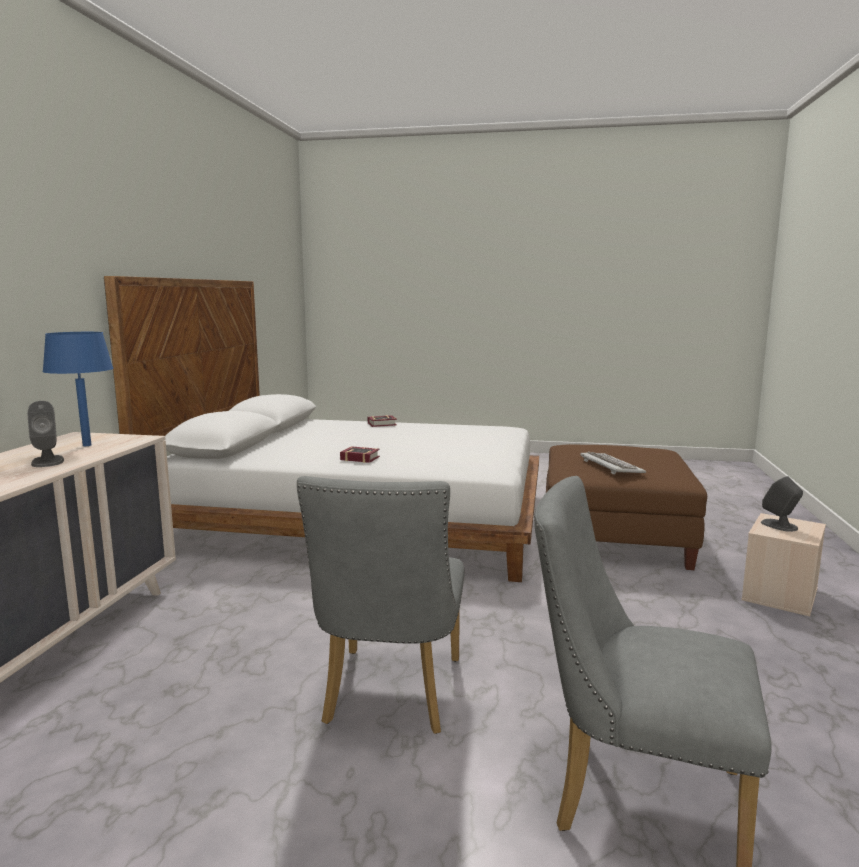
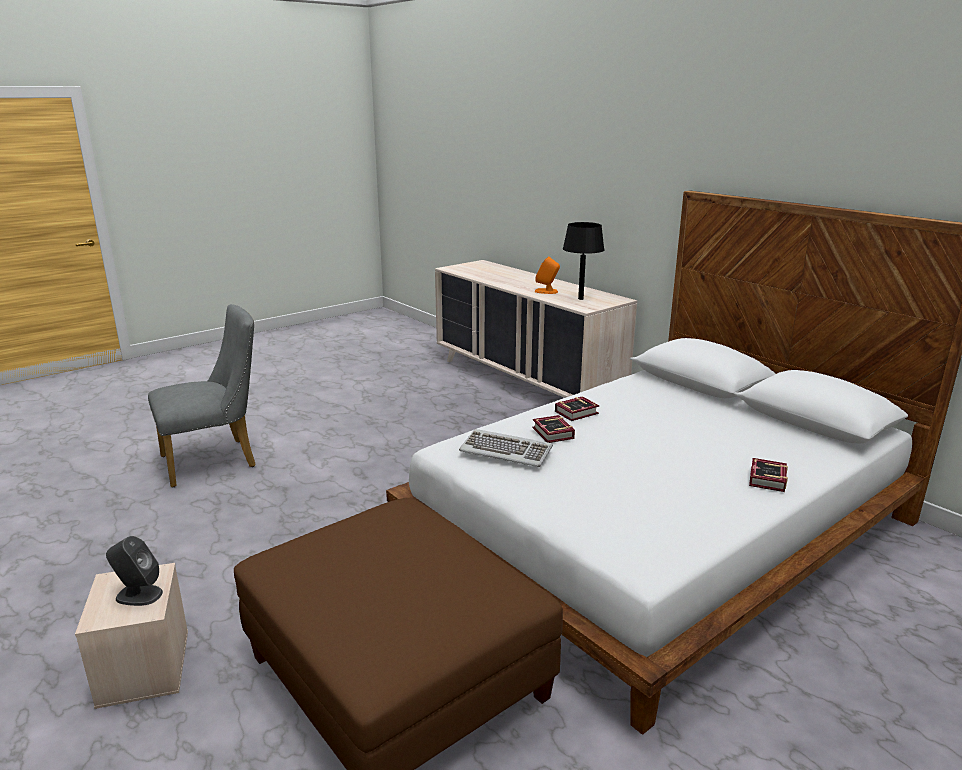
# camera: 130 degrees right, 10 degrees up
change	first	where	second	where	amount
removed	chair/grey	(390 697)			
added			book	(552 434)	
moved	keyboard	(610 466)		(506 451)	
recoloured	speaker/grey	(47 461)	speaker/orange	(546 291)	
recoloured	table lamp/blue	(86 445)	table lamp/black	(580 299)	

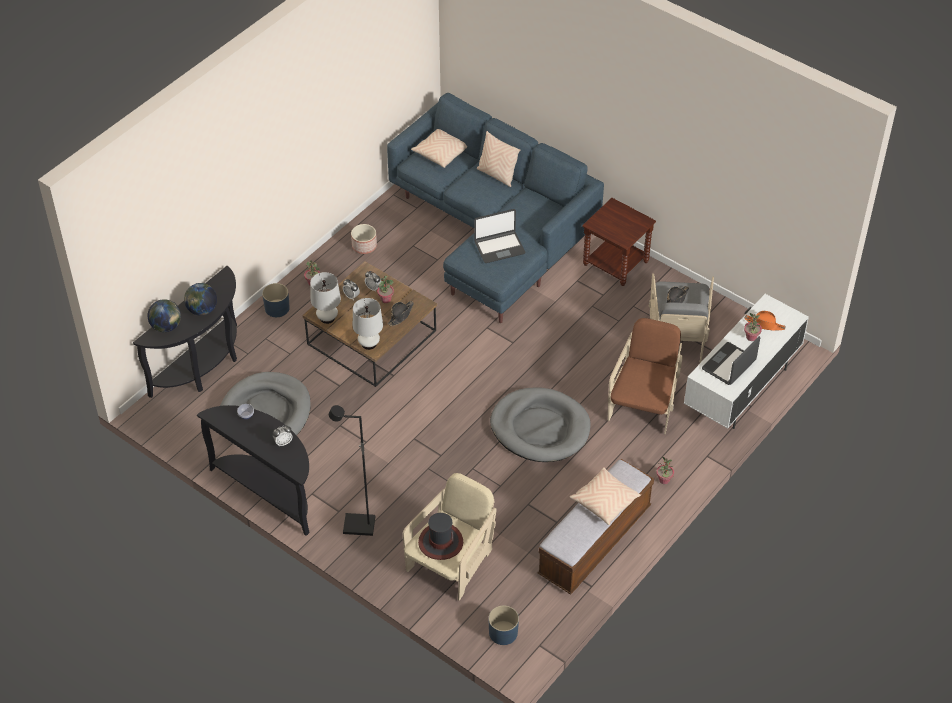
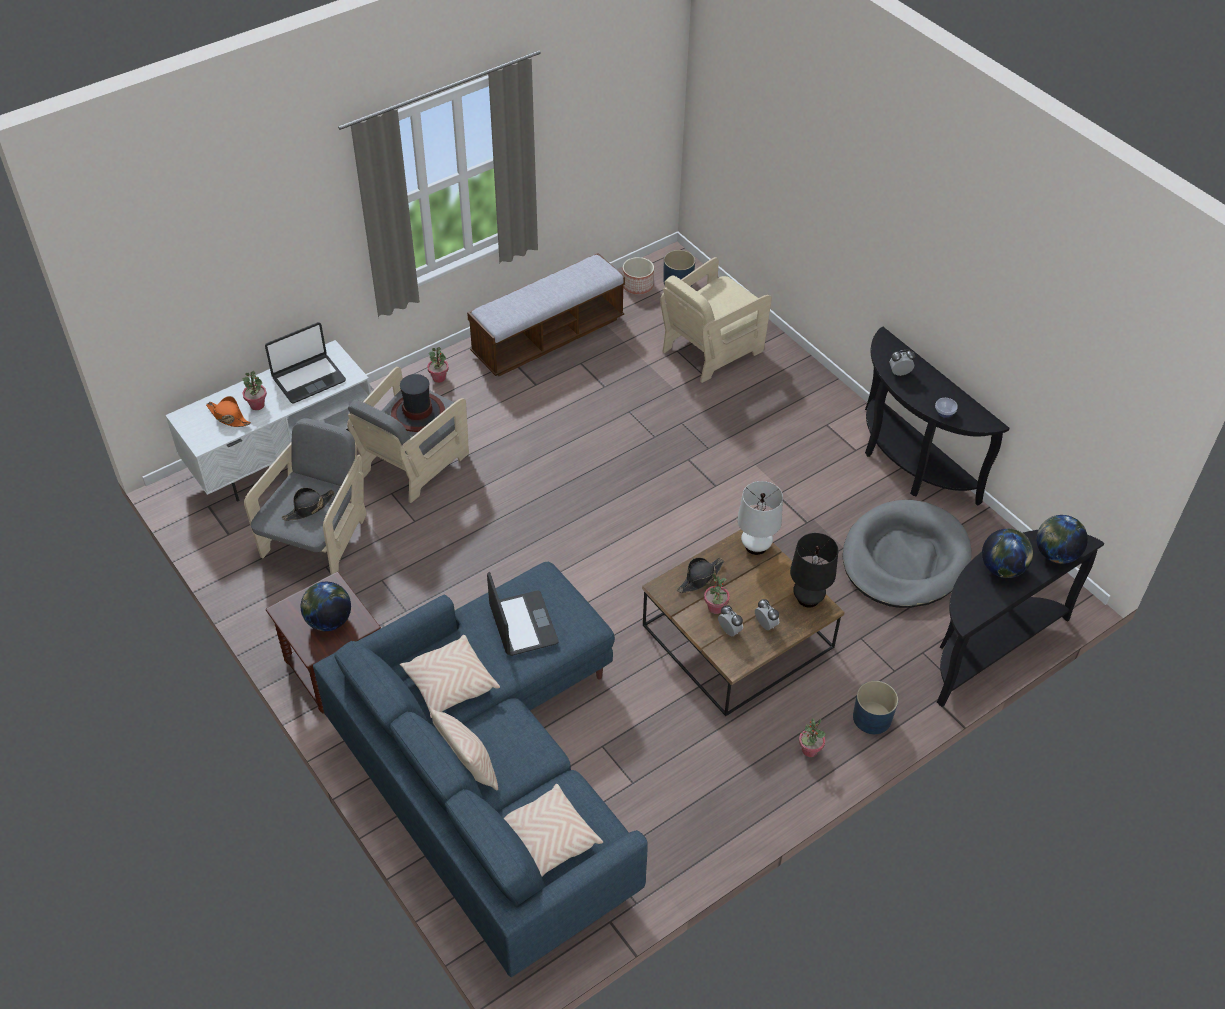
# camera: 165 degrees left, 0 degrees up
change	first	where	second	where	amount
removed	floor lamp/black	(358 526)			
removed	dog bed/grey	(540 428)			
added			globe	(329 621)	
moved	planter	(364 246)		(637 286)	
moved	hat	(440 542)		(418 414)	
moved	pillow/beige	(605 501)		(450 684)	
recoloured	table lamp/white	(327 318)	table lamp/black	(808 598)	
recoloured	armchair/brown	(643 404)	armchair/grey	(413 463)	
turned	laptop	(499 247)		(522 624)	75 degrees clockwise

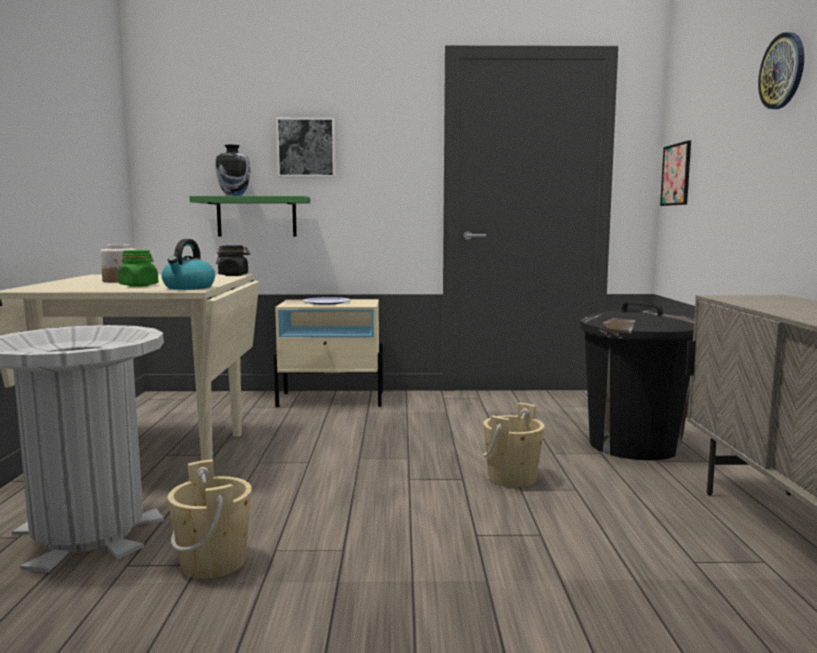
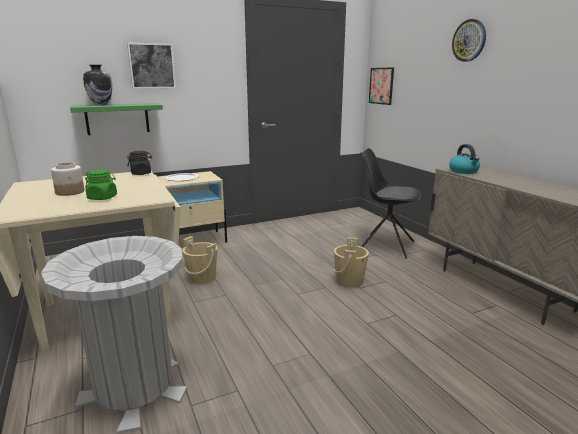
# camera: 25 degrees left, 10 degrees up
change	first	where	second	where	amount
moved	kettle	(188 287)		(464 171)	
moved	bucket/beige	(213 562)		(202 277)	
replaced	trash can/black	(634 444)	chair/black	(385 245)	

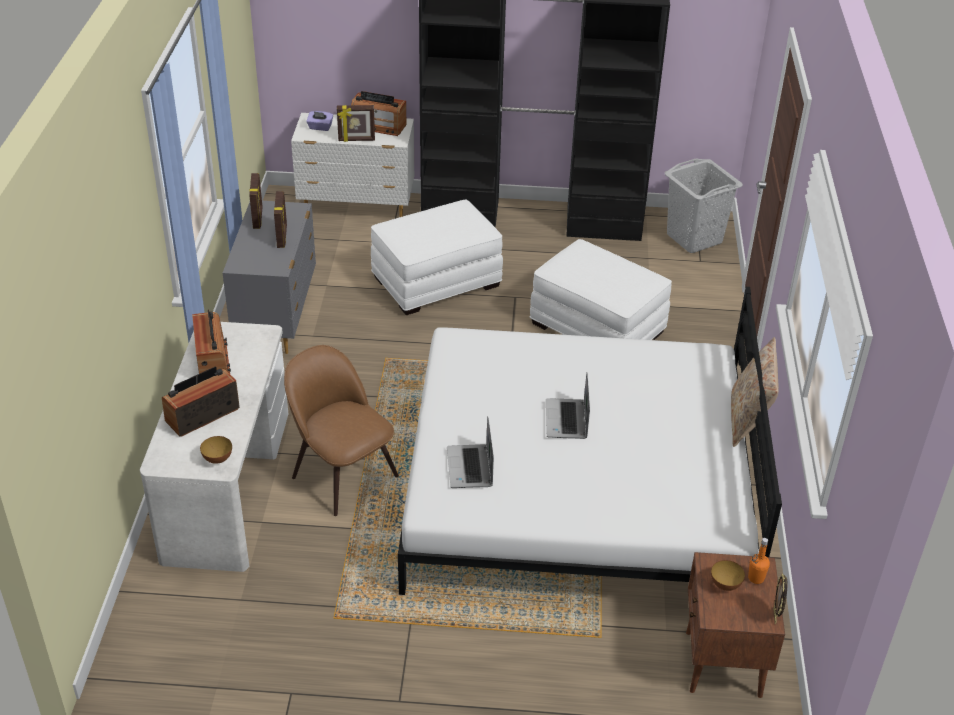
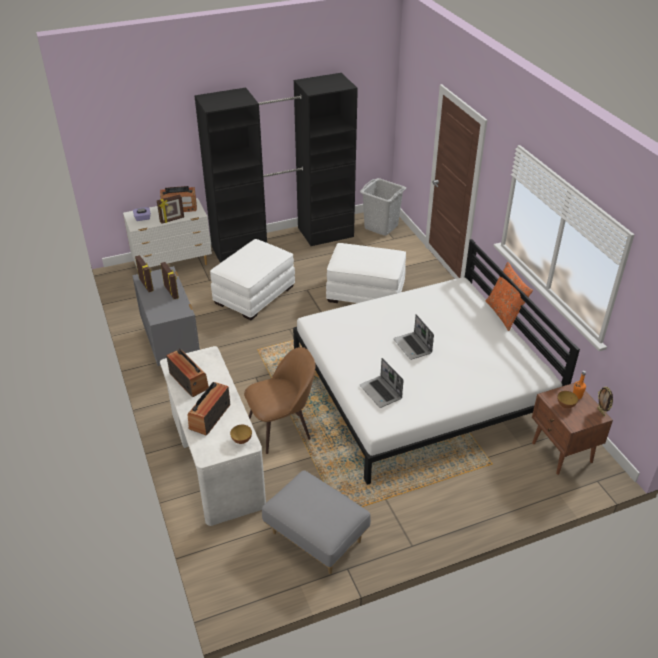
# camera: 25 degrees left, 0 degrees up
change	first	where	second	where	amount
added			ottoman/grey	(315 538)	
recoloured	pillow/beige	(748 420)	pillow/orange	(504 314)	
turned	chair/brown	(342 474)		(282 427)	135 degrees clockwise

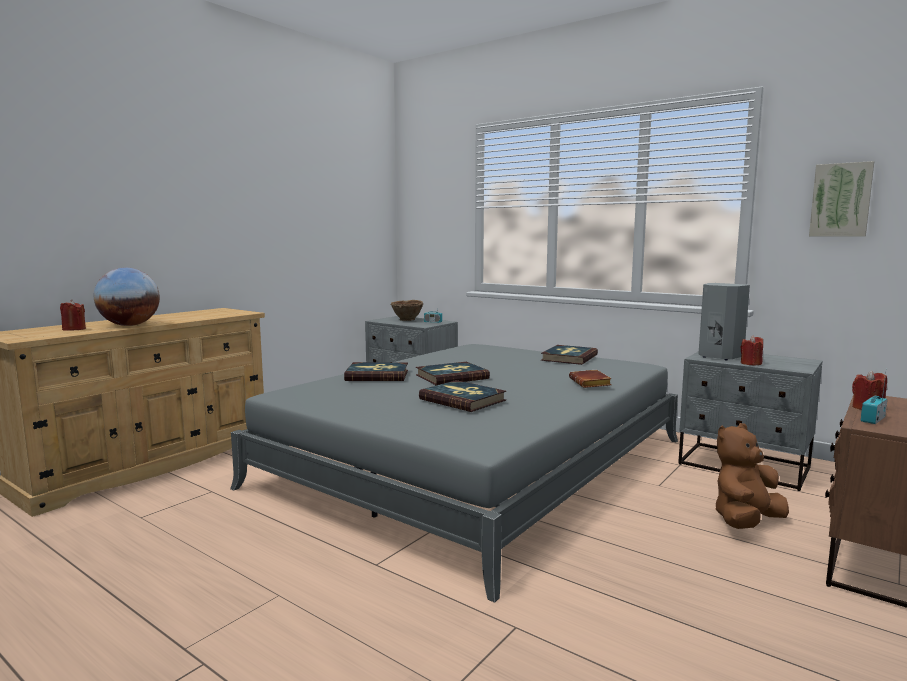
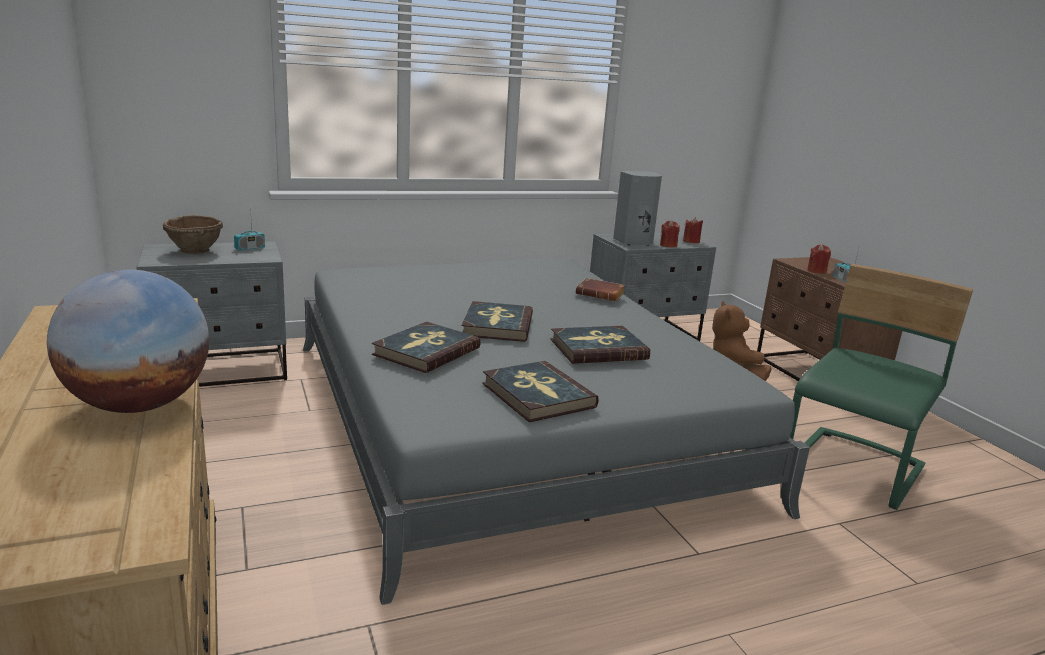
# camera: 60 degrees left, 10 degrees up
change	first	where	second	where	amount
removed	picture	(841 200)			
added			chair/green	(854 470)	
moved	candle/red	(74 329)		(691 241)	
moved	book	(569 357)		(537 395)	

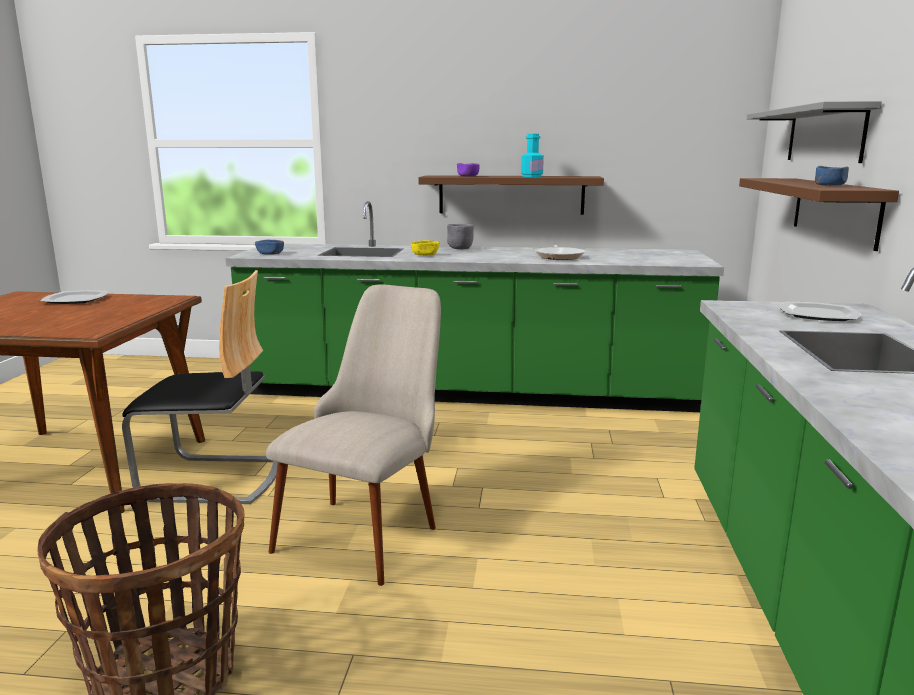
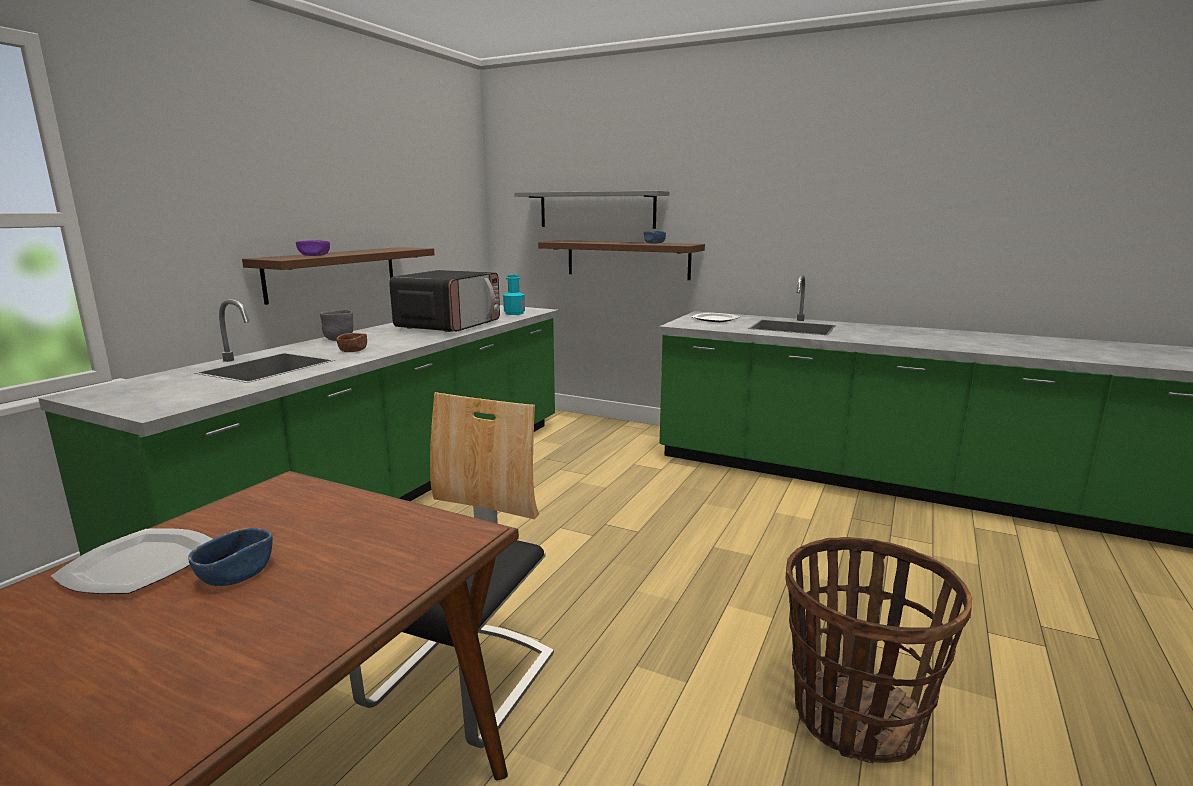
# camera: 70 degrees left, 0 degrees up
change	first	where	second	where	amount
removed	chair/beige	(369 526)			
moved	bowl/blue	(270 254)		(236 575)	
moved	bottle/turquoise	(532 176)		(514 313)	
replaced	frying pan	(559 256)	microwave	(449 325)	
recoloured	bowl/yellow	(425 255)	bowl/brown	(353 351)	

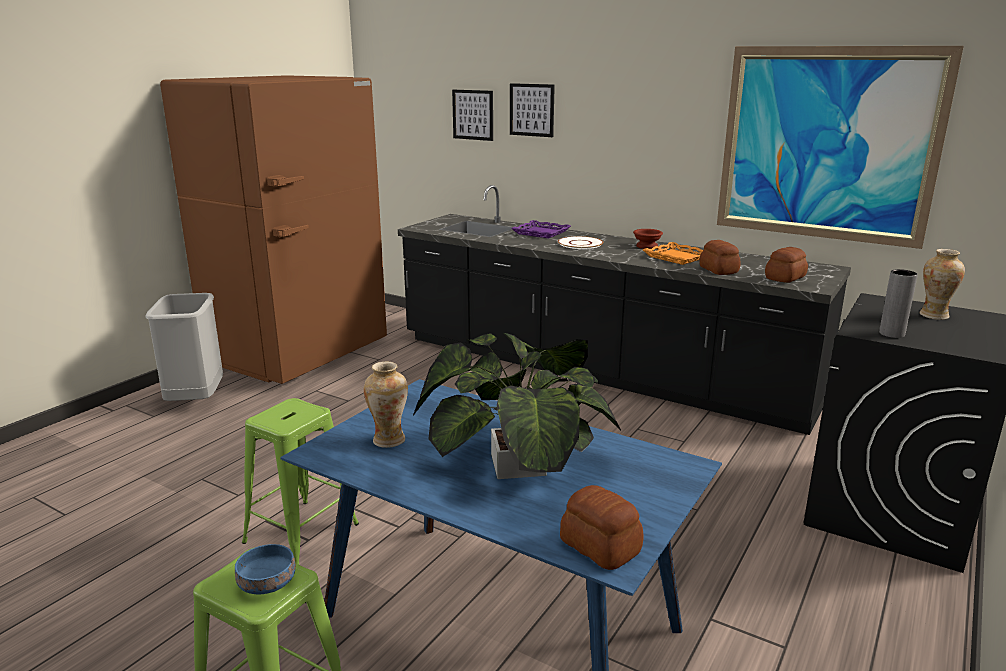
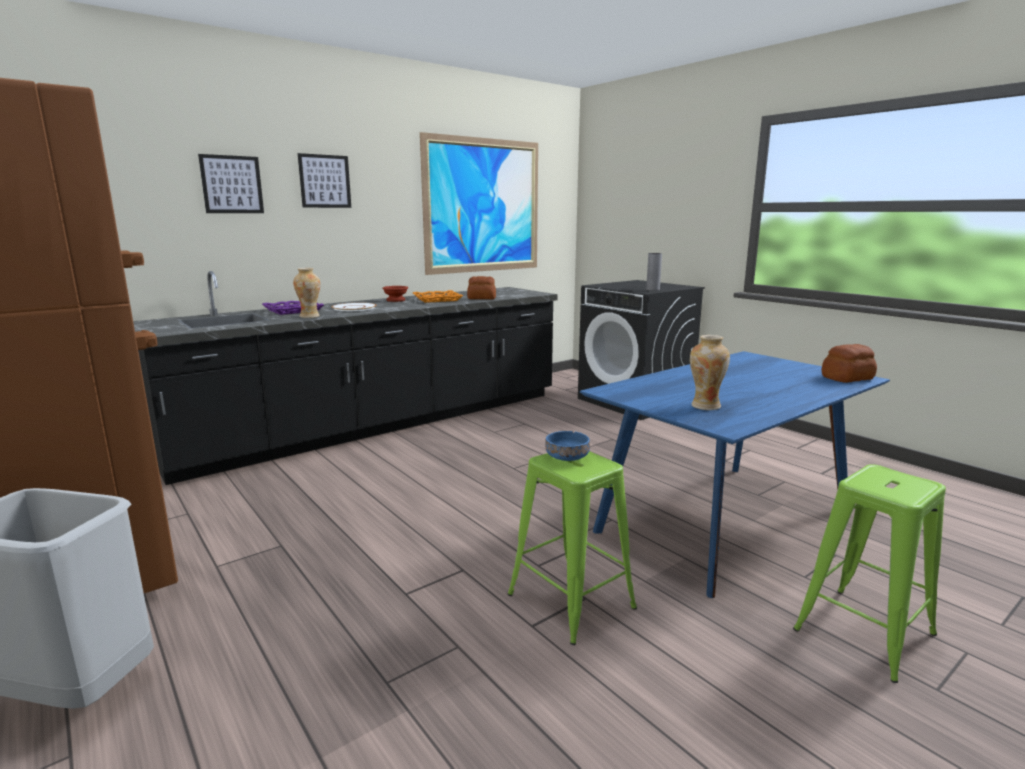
# camera: 70 degrees left, 5 degrees down
change	first	where	second	where	amount
removed	potted plant	(518 464)			
removed	bread	(784 278)			
moved	bowl/blue	(266 582)		(566 457)	
moved	picture	(473 115)		(325 181)	
moved	vase	(934 315)		(309 316)	

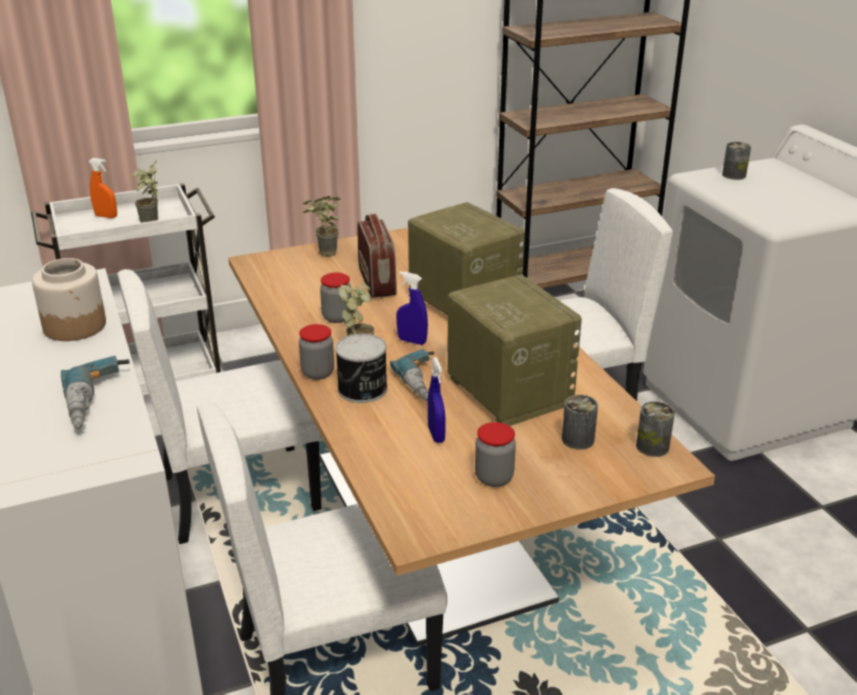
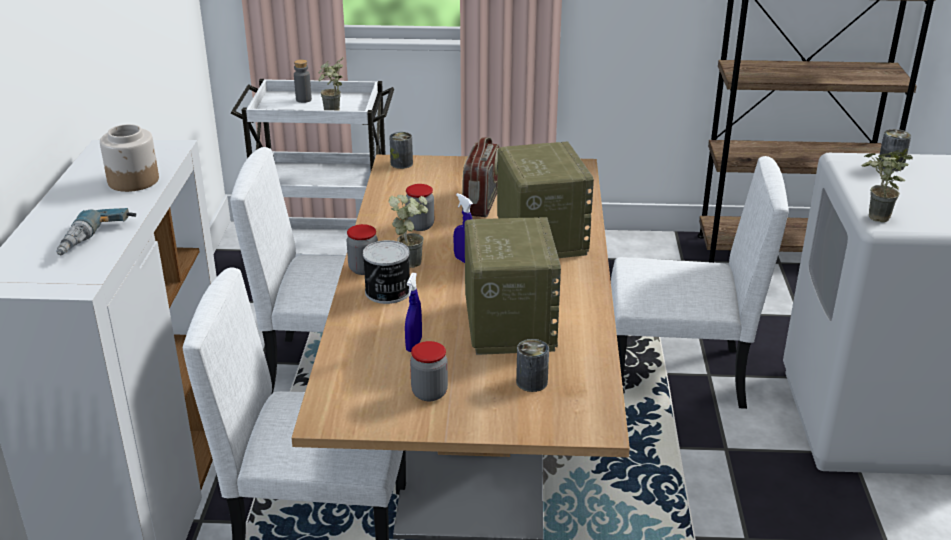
# camera: 25 degrees right, 0 degrees up
change	first	where	second	where	amount
removed	power drill	(425 383)			
moved	potted plant	(323 255)		(873 219)	
moved	can	(652 446)		(401 163)	
replaced	spray bottle/orange	(106 216)	bottle/grey	(303 100)	

